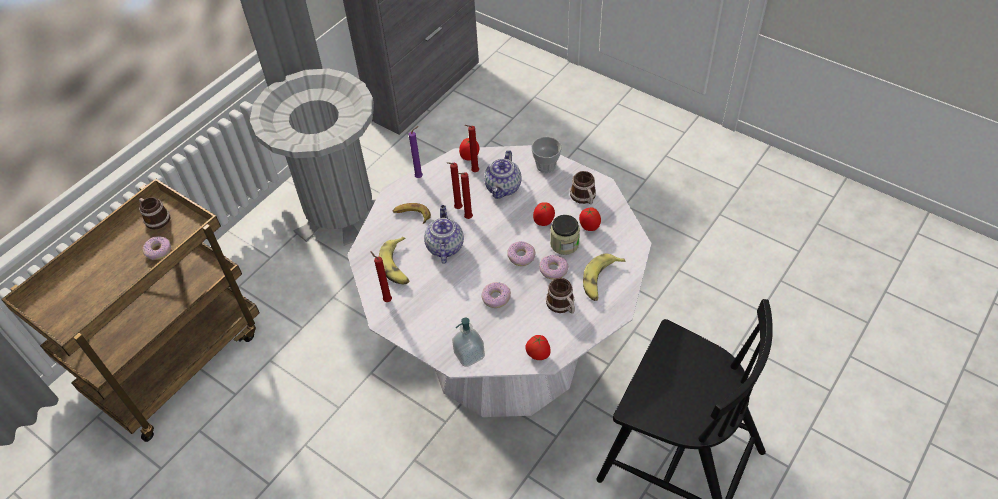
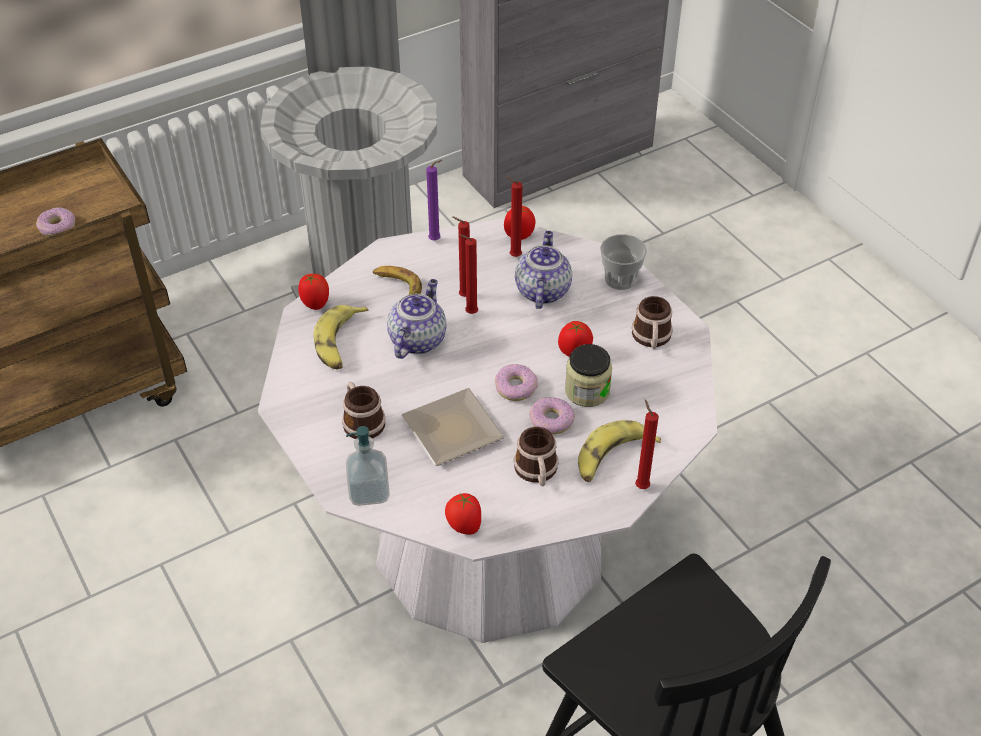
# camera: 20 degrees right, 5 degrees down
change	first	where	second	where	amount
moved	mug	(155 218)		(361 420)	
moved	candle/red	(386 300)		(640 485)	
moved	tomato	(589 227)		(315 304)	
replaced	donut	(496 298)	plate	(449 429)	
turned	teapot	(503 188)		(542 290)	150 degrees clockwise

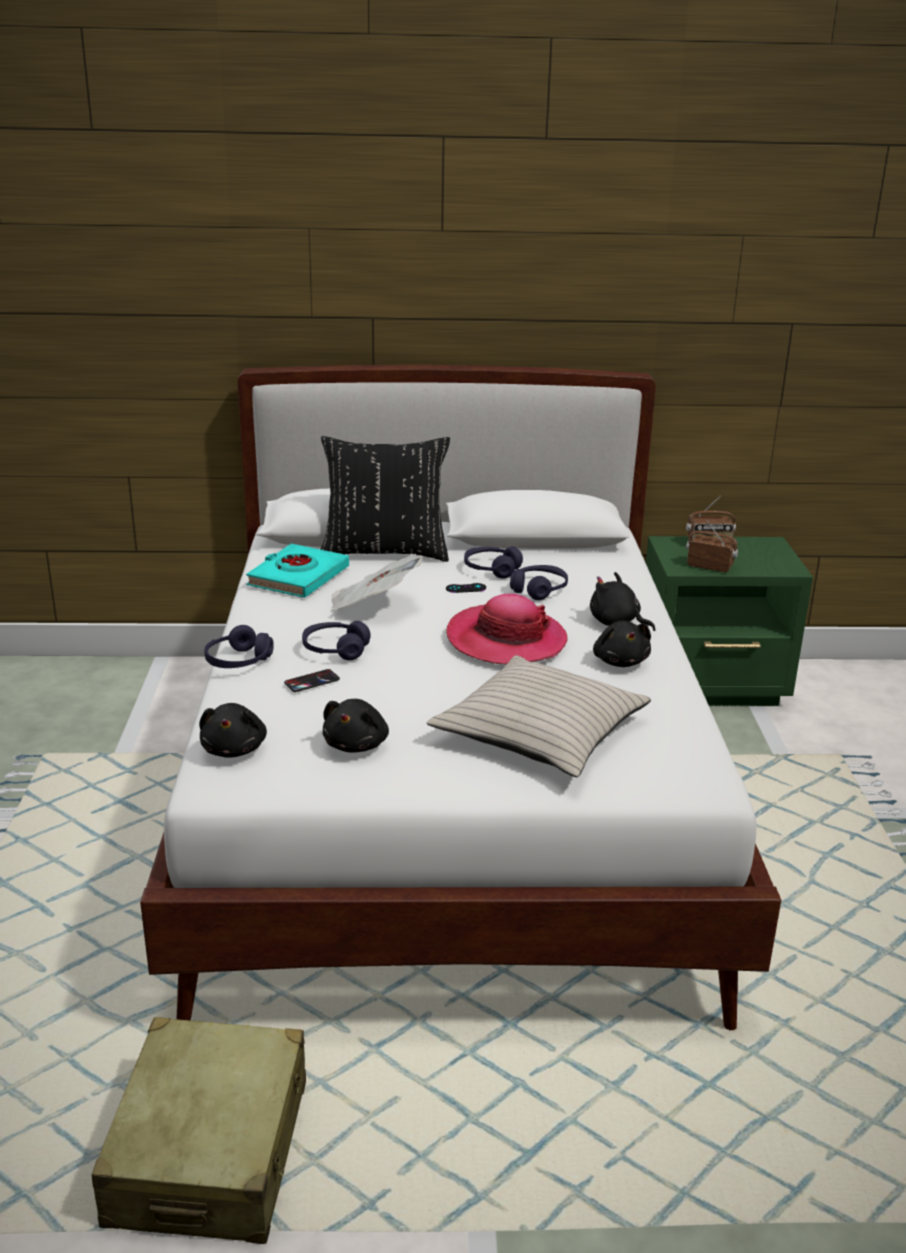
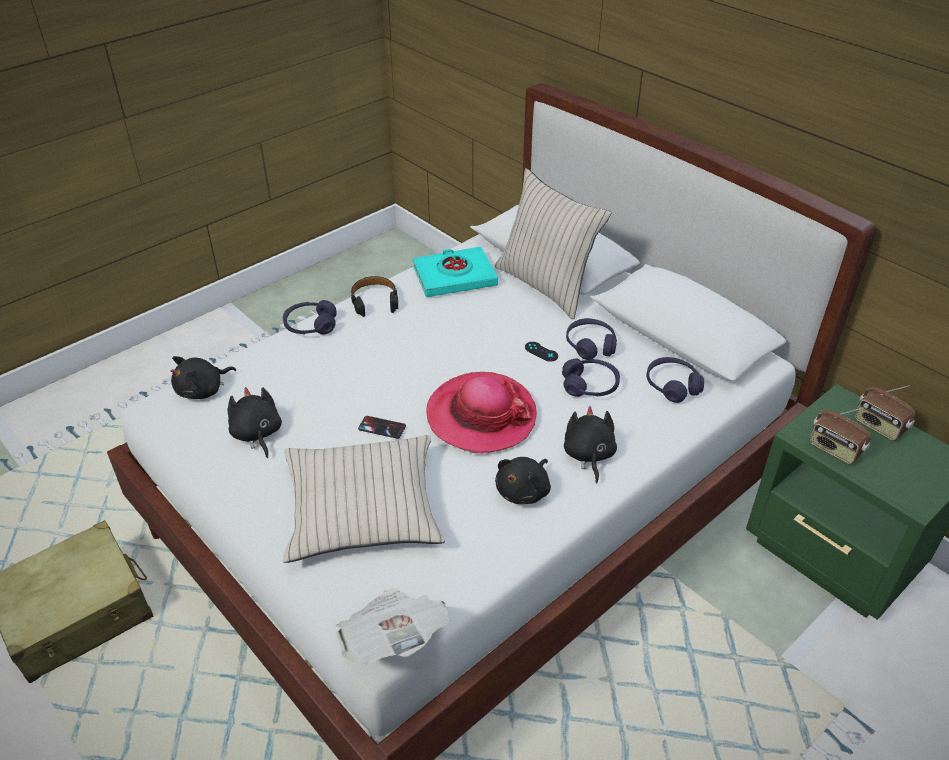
# camera: 50 degrees right, 15 degrees up
change	first	where	second	where	amount
added			headphones/black	(374 301)	
moved	phone	(312 681)		(382 427)	
moved	headphones/purple	(335 650)		(672 386)	
moved	newspaper	(373 606)		(393 640)	
recoloured	pillow/black	(384 552)	pillow/beige	(546 285)	
turned	plush toy/black	(357 744)		(257 434)	90 degrees clockwise
turned	radio	(710 566)		(834 450)	150 degrees clockwise

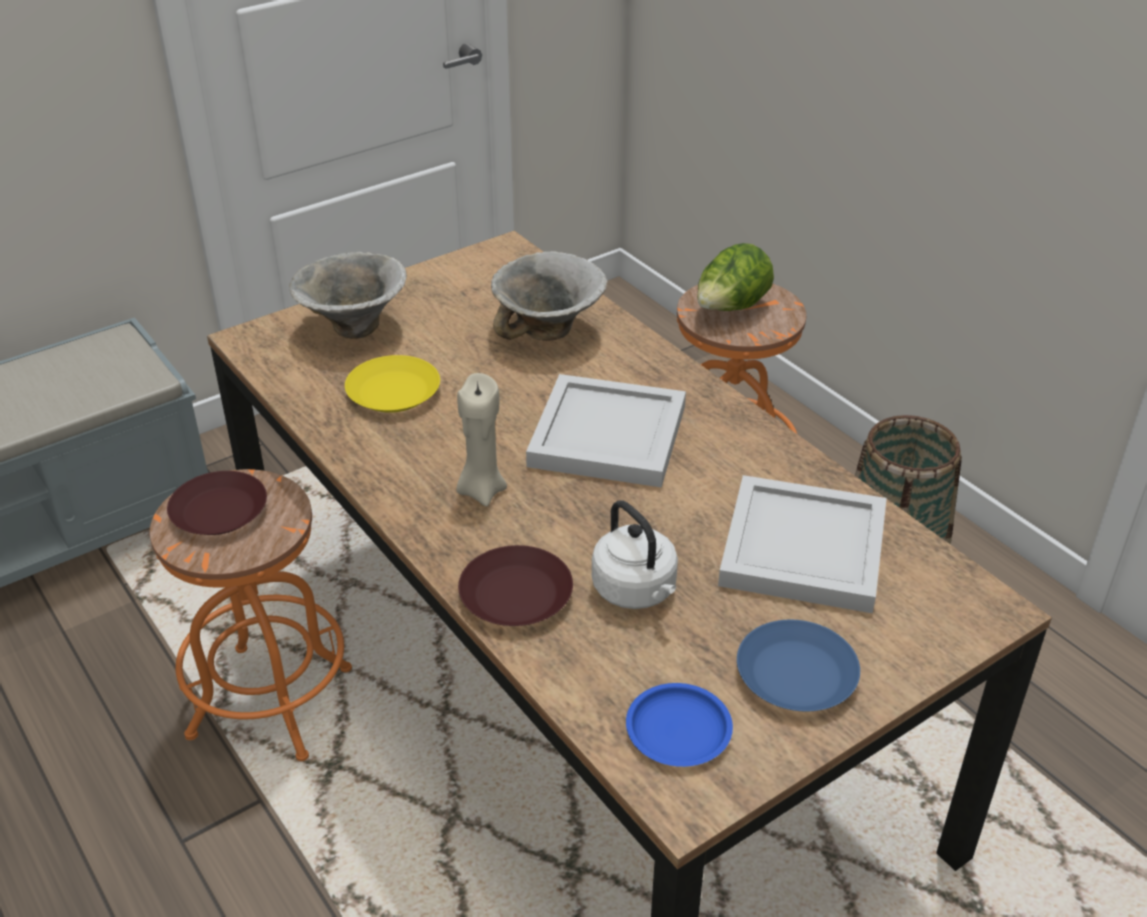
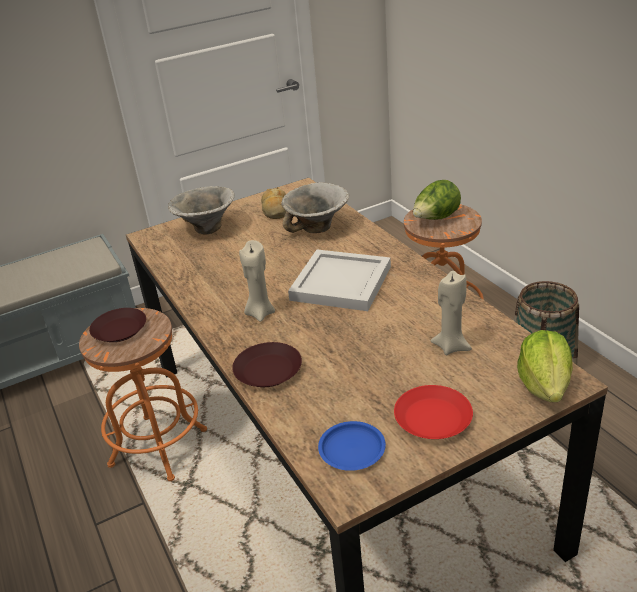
# camera: 10 degrees right, 5 degrees down
change	first	where	second	where	amount
removed	plate/yellow	(392 392)			
removed	kettle/white	(636 591)			
added			bread	(275 210)	
added			lettuce	(544 385)	
replaced	tray/white	(805 550)	candle/beige	(451 346)	
recoloured	plate/blue	(796 674)	plate/red	(433 418)	

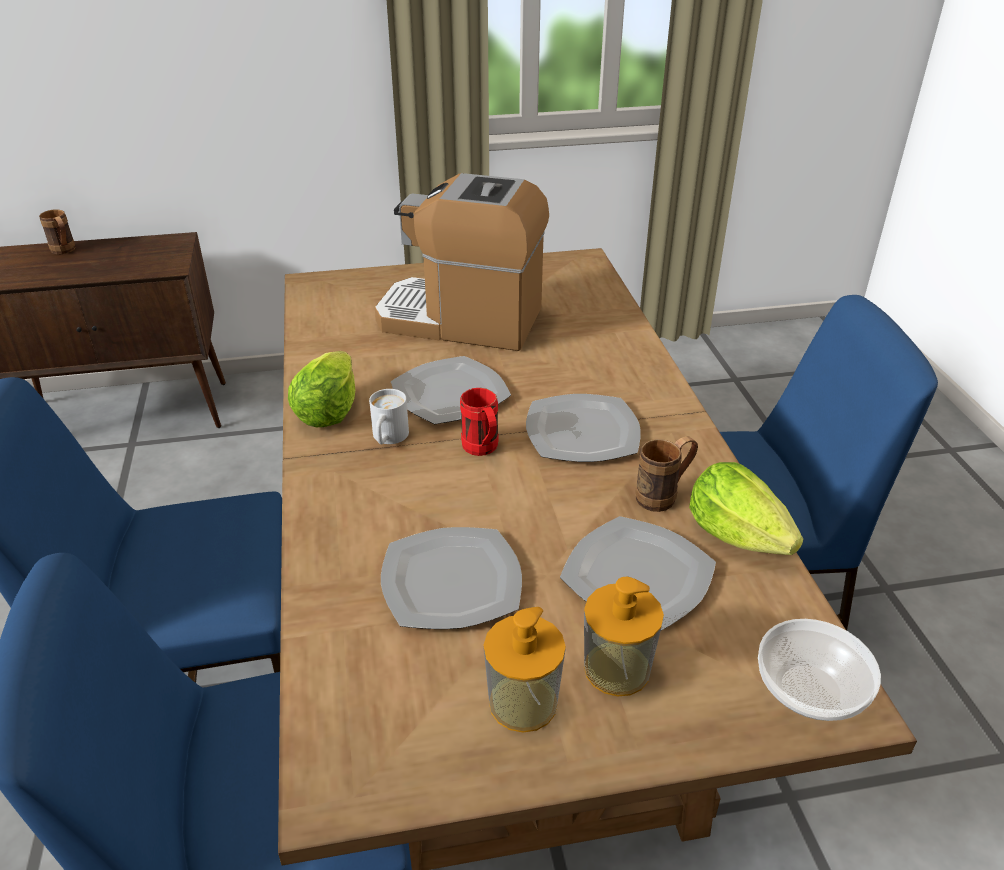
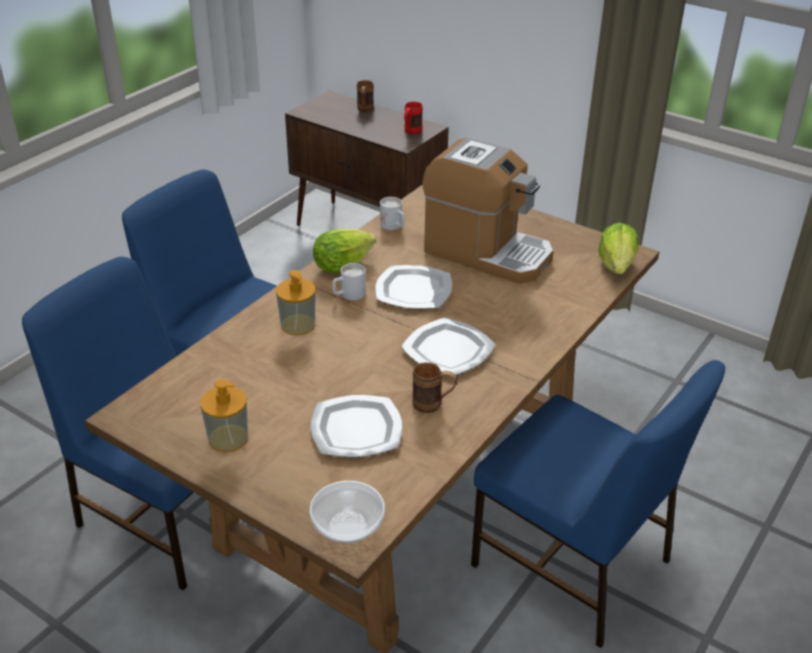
# camera: 45 degrees right, 0 degrees up
change	first	where	second	where	amount
removed	plate	(453 582)			
added			mug/white	(394 226)	
moved	mug/red	(482 450)		(411 132)	
moved	soap dispenser	(617 669)		(298 325)	
moved	lettuce	(736 535)		(616 265)	
turned	coffee machine	(461 320)		(487 252)	150 degrees clockwise

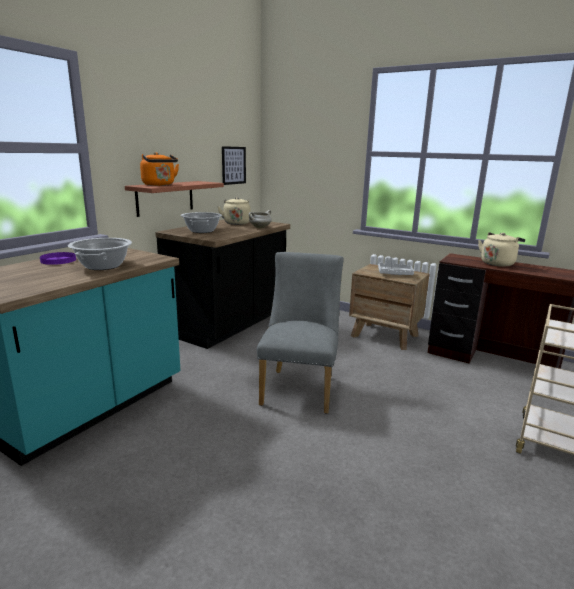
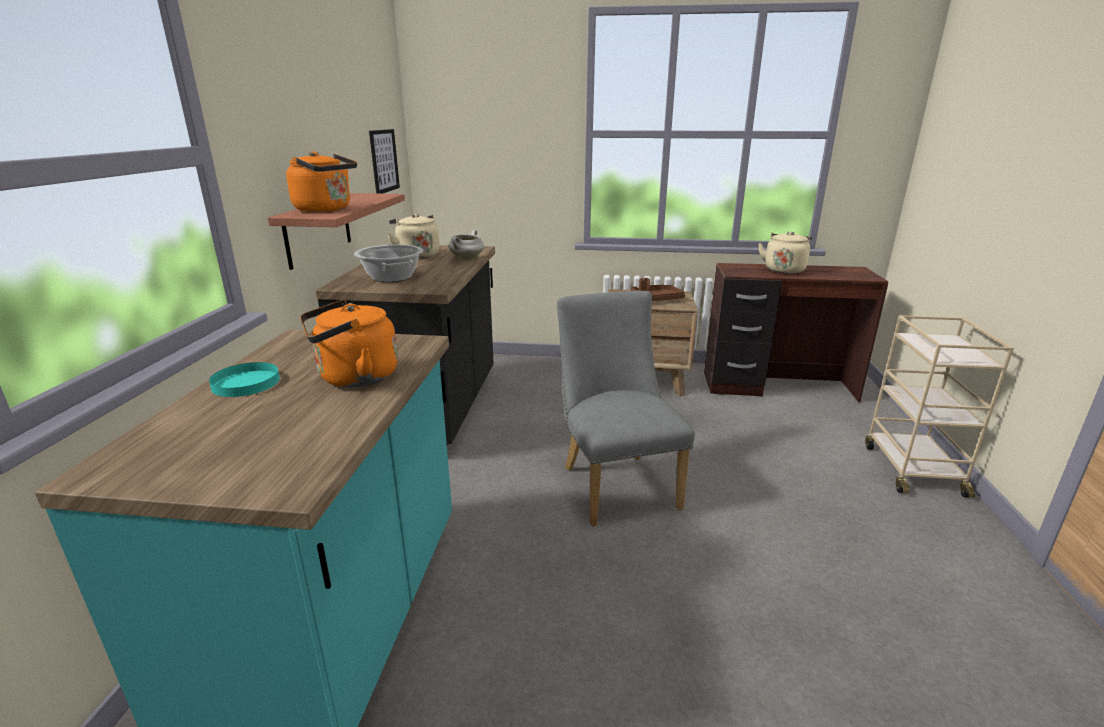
# camera: 25 degrees left, 5 degrees up
change	first	where	second	where	amount
replaced	cooking pot	(103 266)	kettle/orange	(354 378)	
recoloured	plate/purple	(58 260)	plate/turquoise	(245 383)	
recoloured	tray/grey	(394 274)	tray/brown	(656 299)	

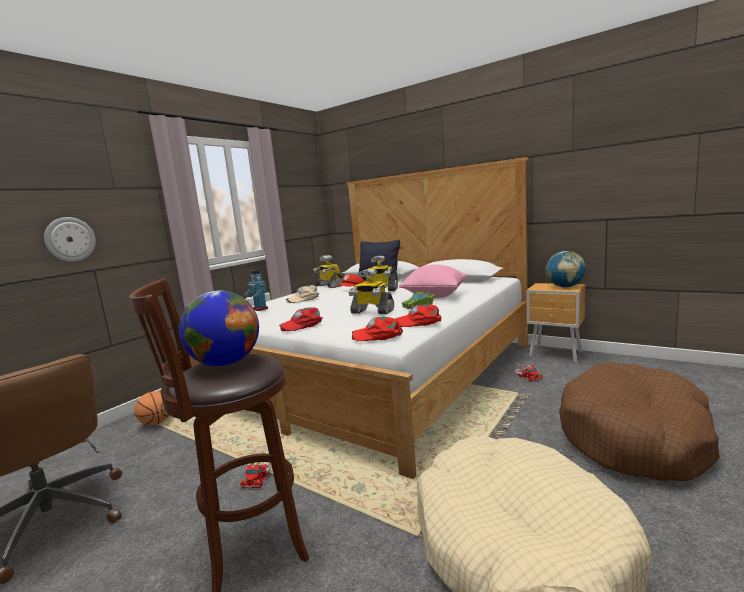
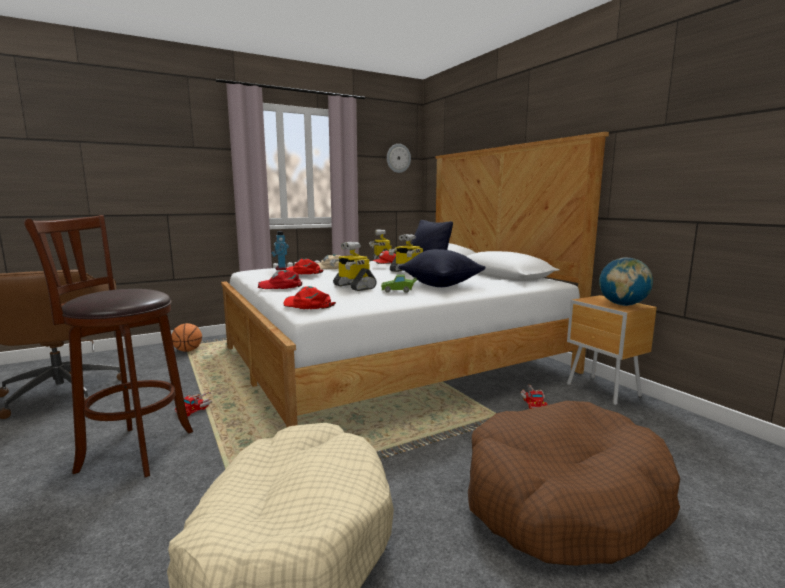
# camera: 25 degrees right, 0 degrees up
change	first	where	second	where	amount
removed	globe	(226 363)			
moved	wall clock	(70 239)		(398 158)	
moved	cap/red	(419 322)		(303 272)	
recoloured	pillow/pink	(435 296)	pillow/black	(441 285)	

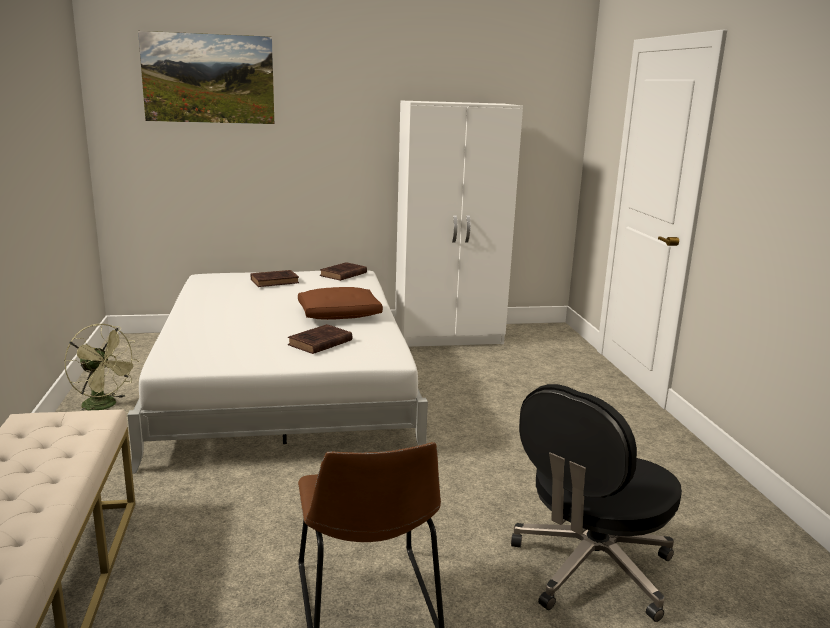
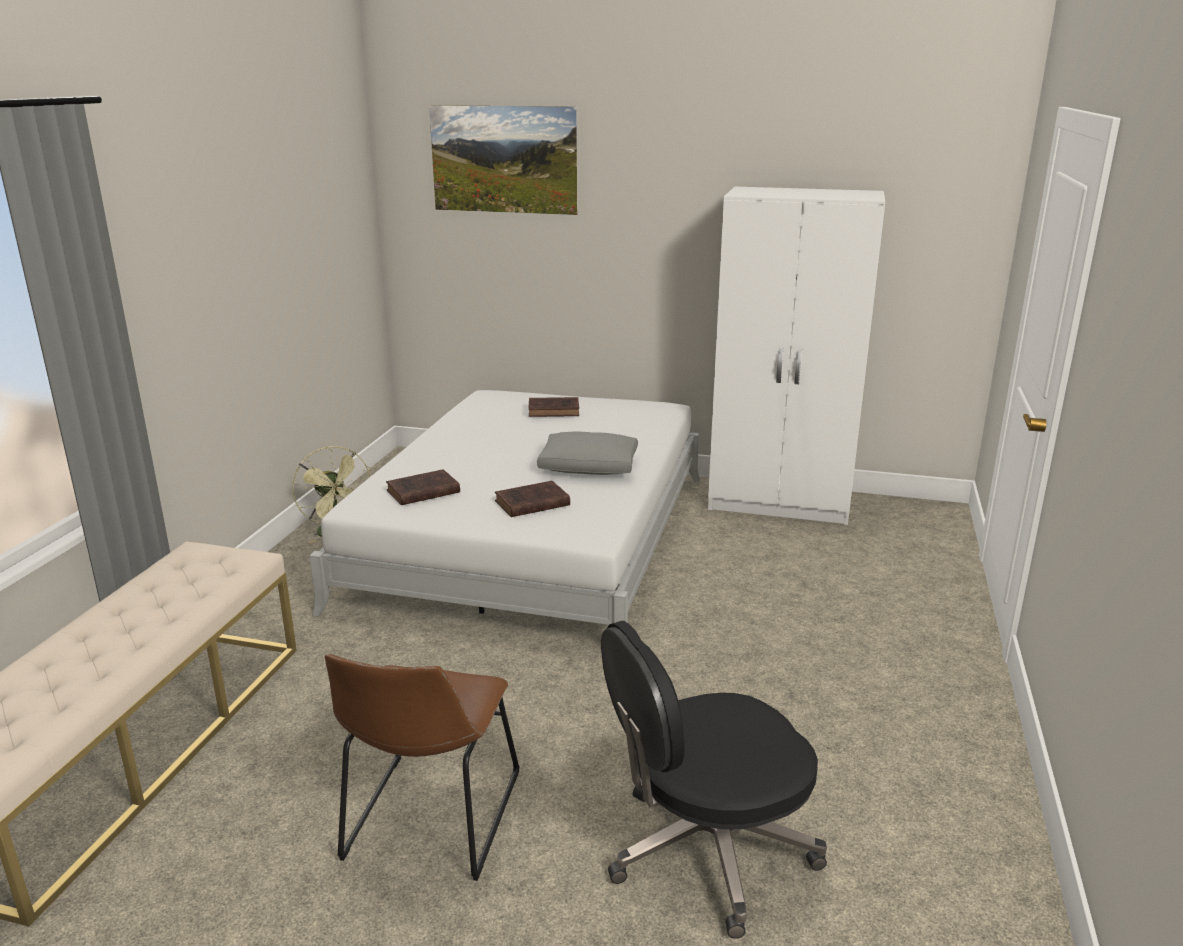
# camera: 25 degrees right, 5 degrees up
change	first	where	second	where	amount
moved	book/brown	(342 274)		(421 492)	
recoloured	pillow/brown	(340 315)	pillow/grey	(589 467)	

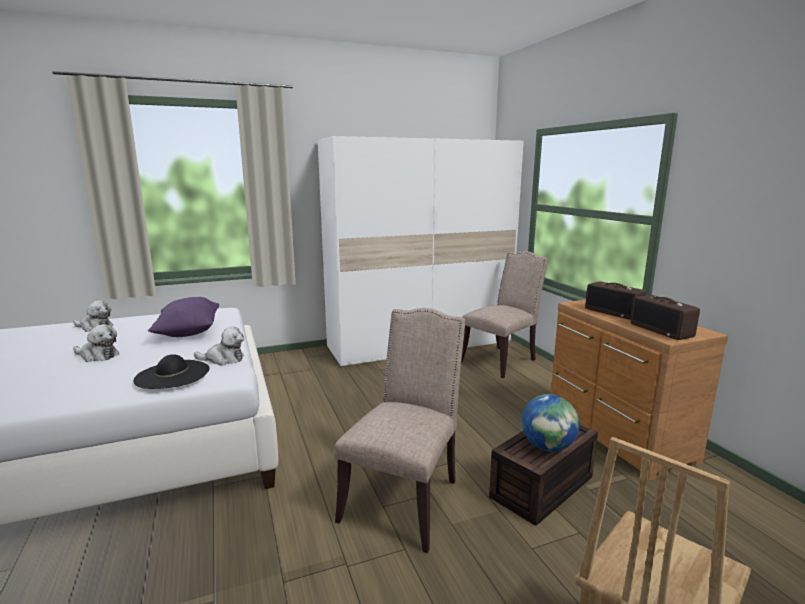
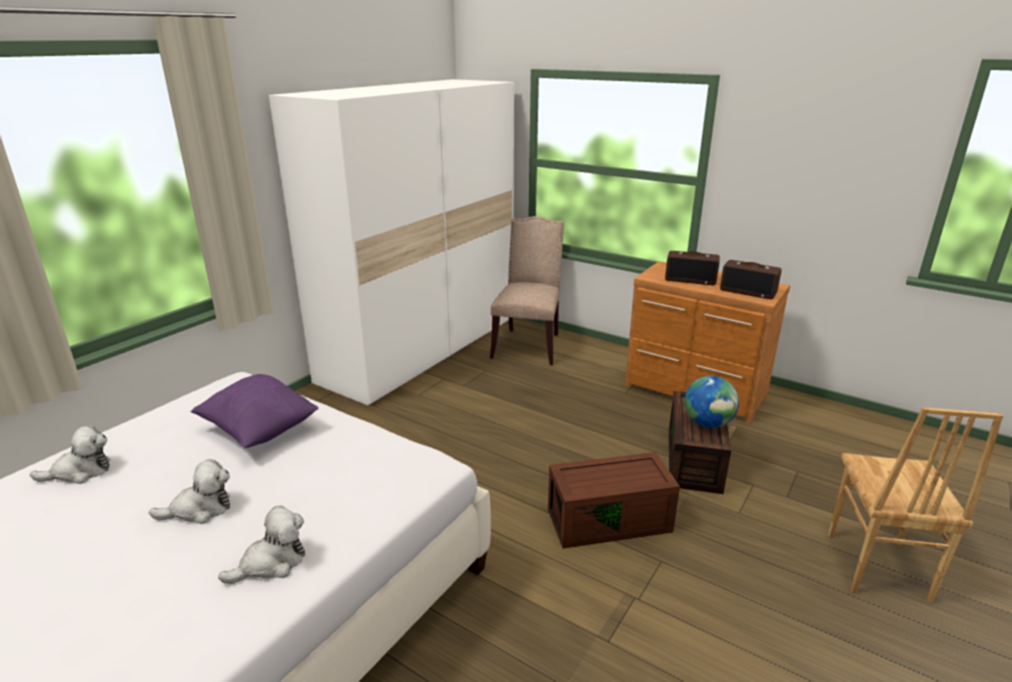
# camera: 35 degrees left, 10 degrees up
change	first	where	second	where	amount
removed	hat/black	(172 374)			
moved	plush toy	(223 359)		(271 563)	
replaced	chair/beige	(404 498)	storage box/brown	(610 519)	

